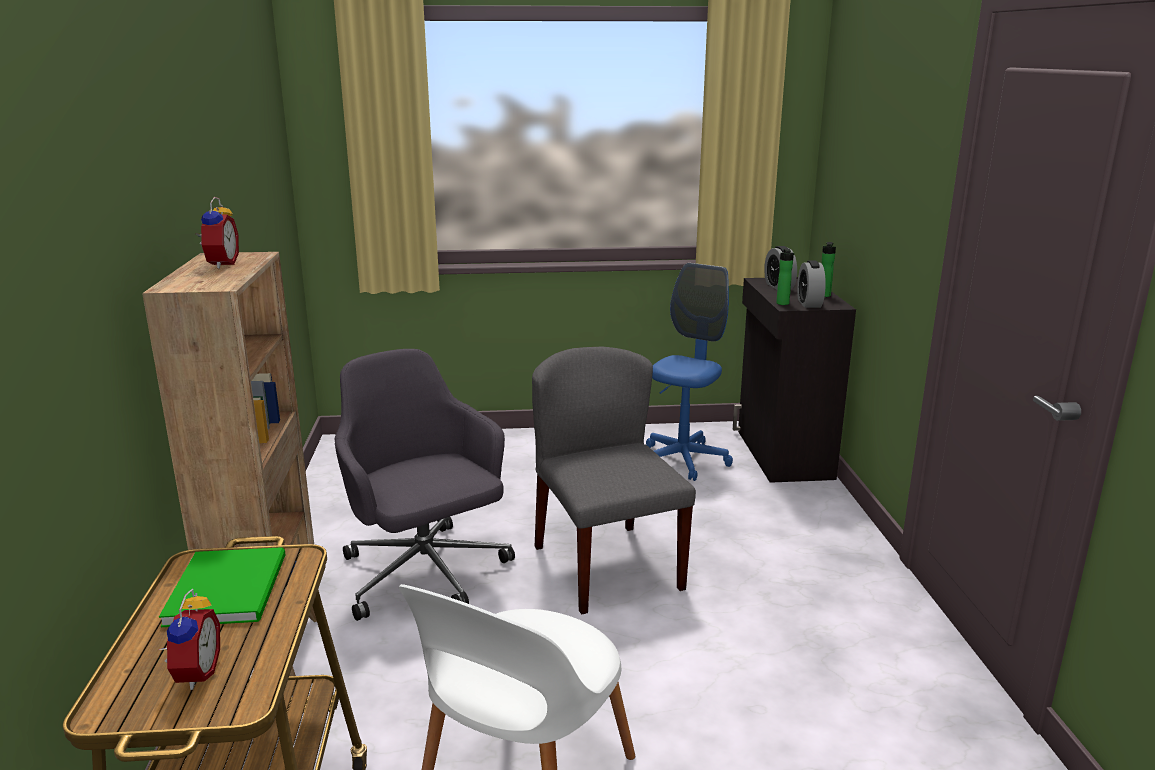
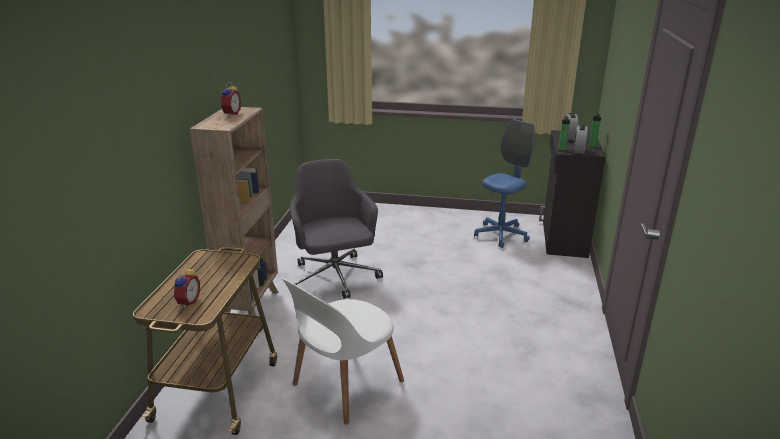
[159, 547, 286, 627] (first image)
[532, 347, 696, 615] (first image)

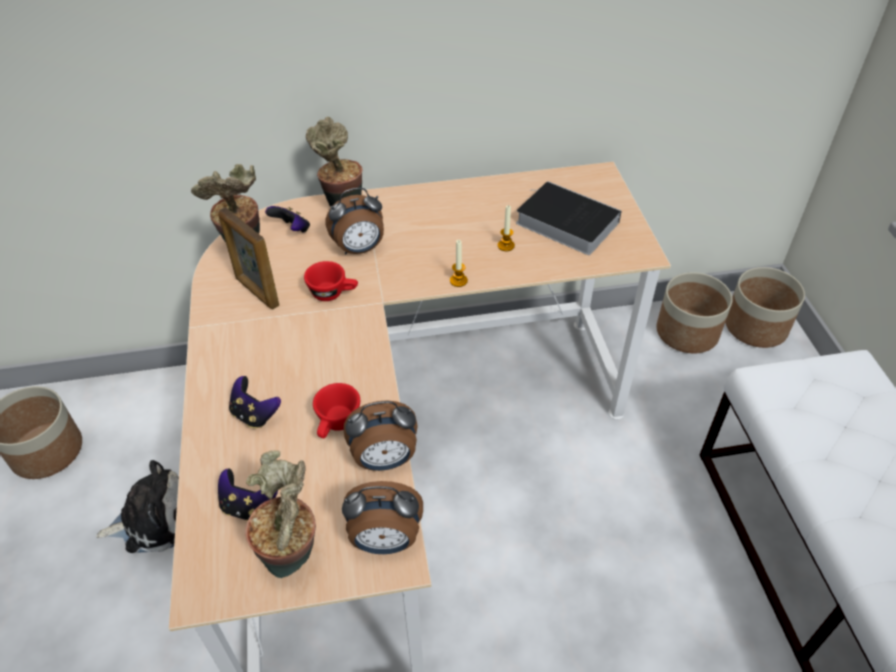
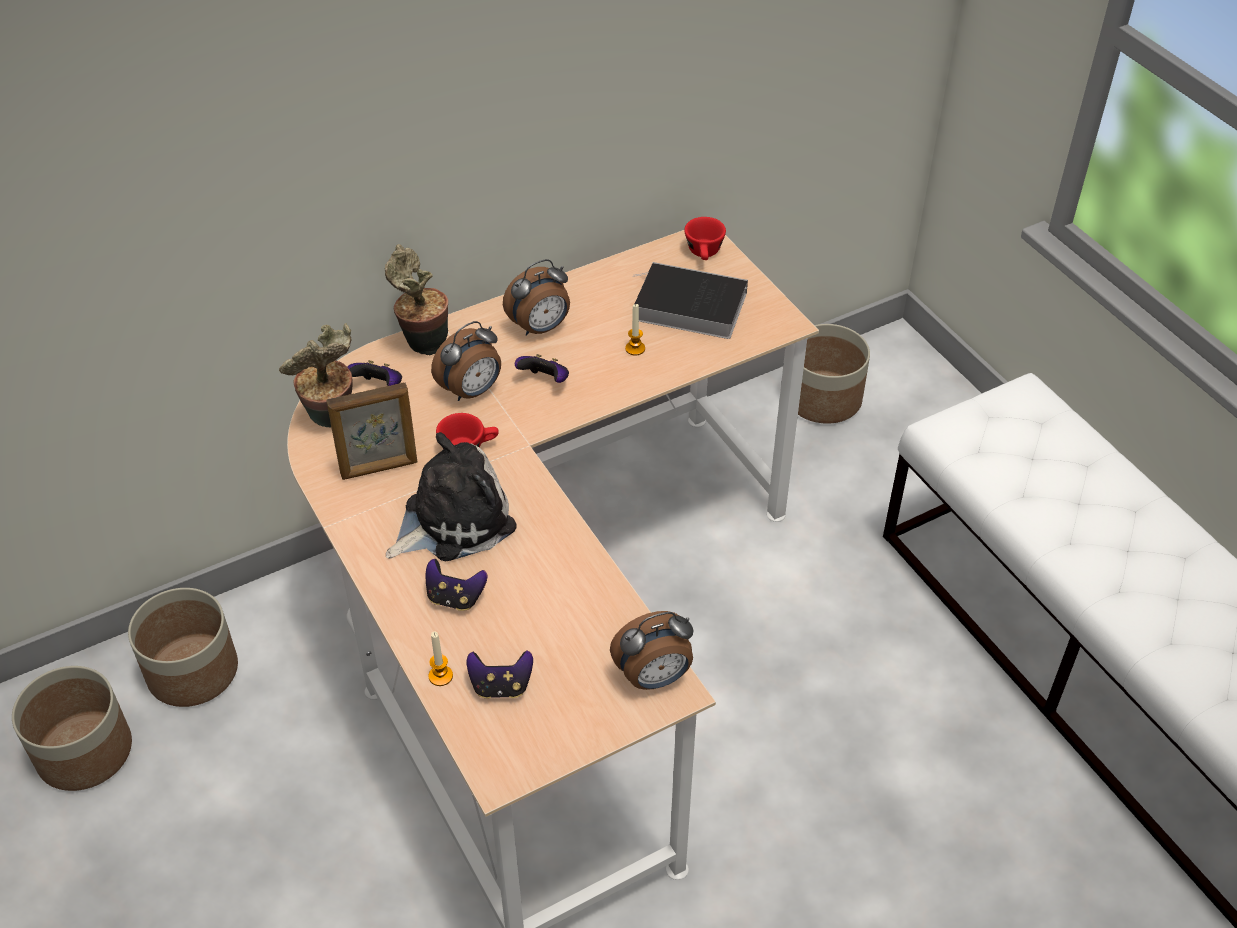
[128, 588, 238, 707]
[326, 383, 417, 480]
[386, 432, 516, 561]
[428, 632, 453, 686]
[503, 259, 570, 336]
[515, 354, 569, 383]
[684, 217, 726, 260]
[245, 450, 316, 578] (first image)

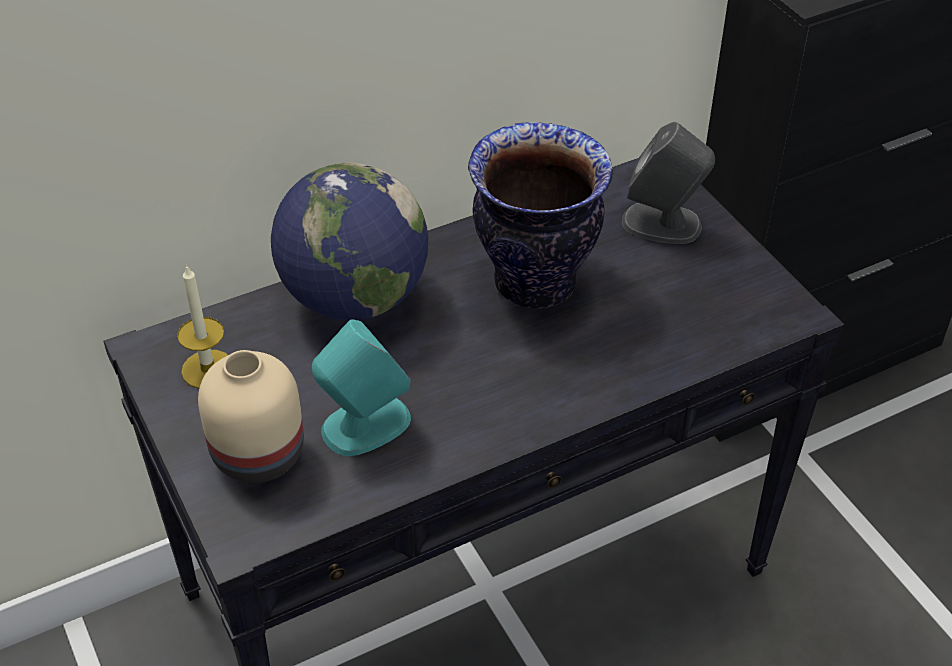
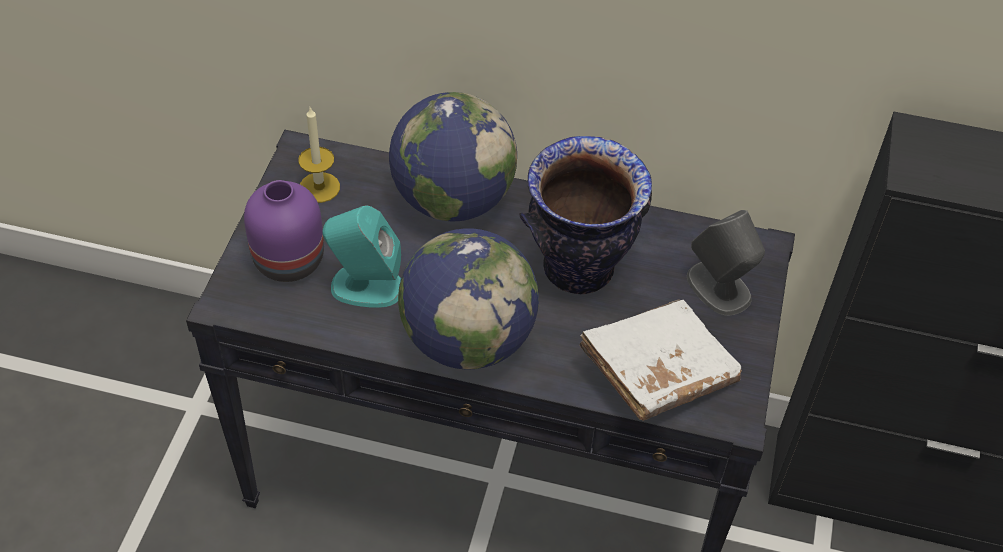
[244, 180, 324, 282]
[398, 229, 539, 370]
[579, 299, 742, 421]

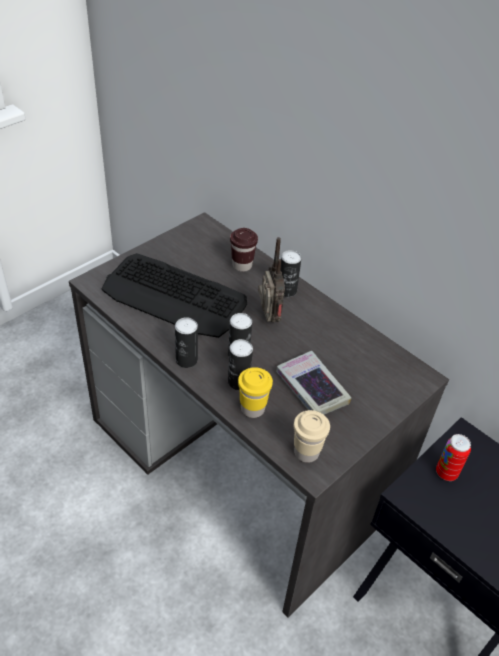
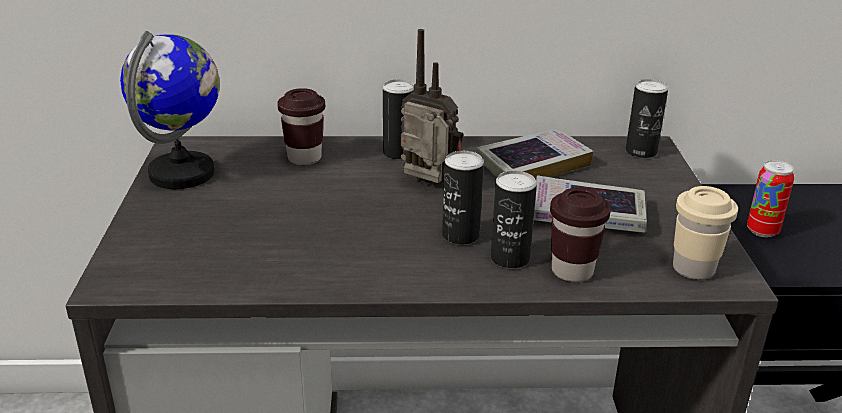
[120, 31, 220, 189]
[476, 129, 594, 180]
[550, 188, 611, 282]
[626, 79, 668, 158]
[102, 253, 247, 338] (first image)

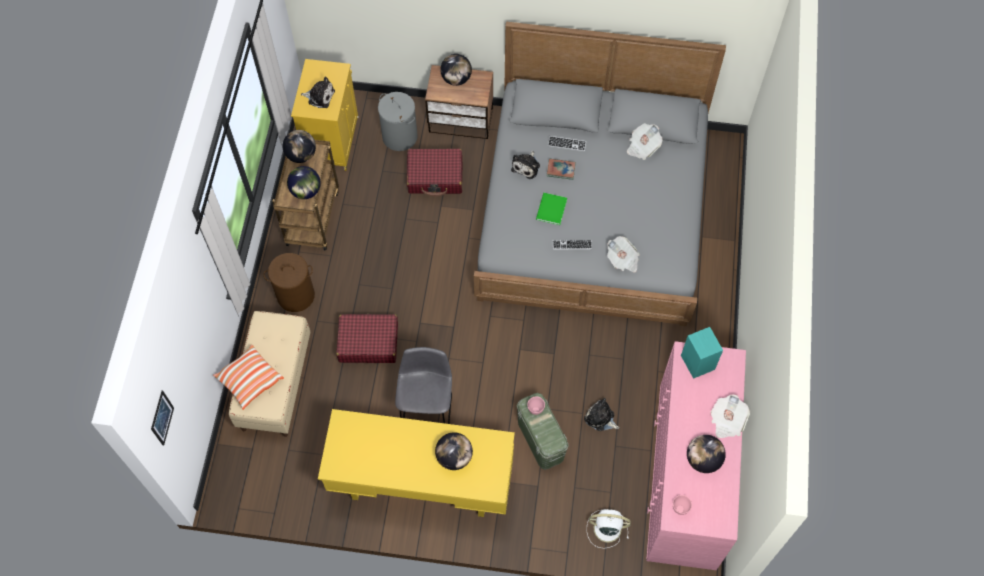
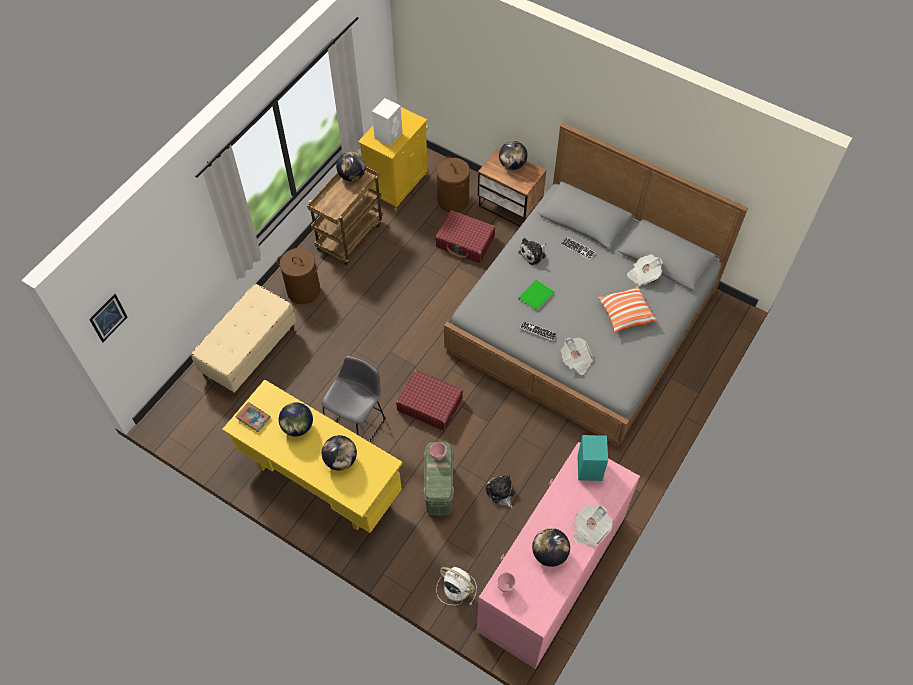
[235, 402, 271, 432]
[279, 402, 313, 436]
[372, 98, 402, 146]
[396, 370, 463, 430]
[437, 157, 470, 212]
[598, 286, 657, 333]

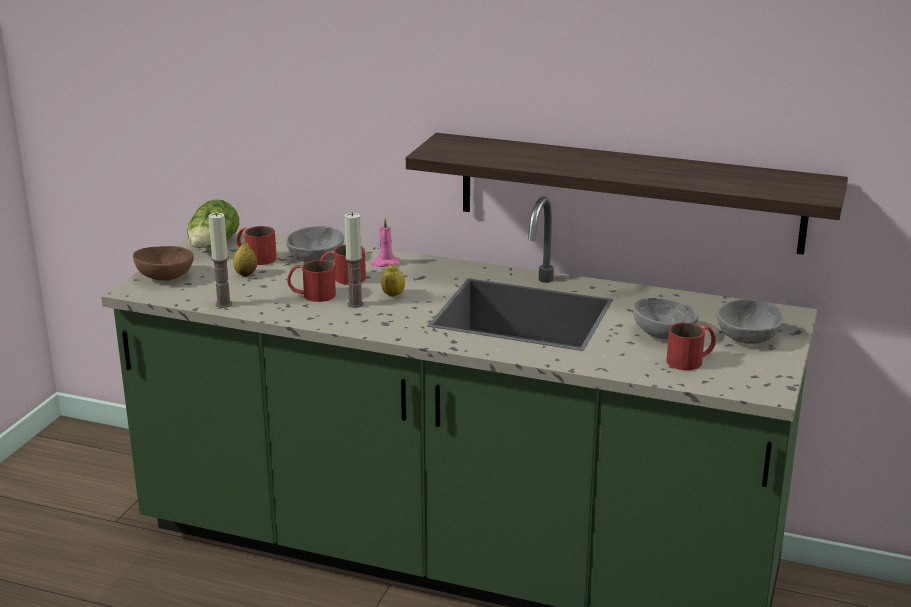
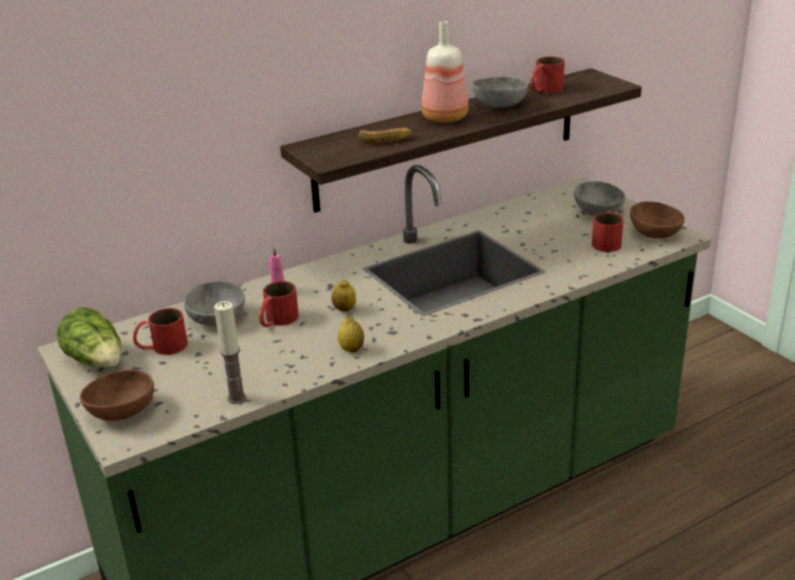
[338, 316, 364, 352]
[359, 128, 413, 143]
[421, 21, 469, 123]
[472, 76, 529, 108]
[530, 56, 565, 93]
[630, 201, 685, 238]
[345, 212, 364, 308] (first image)

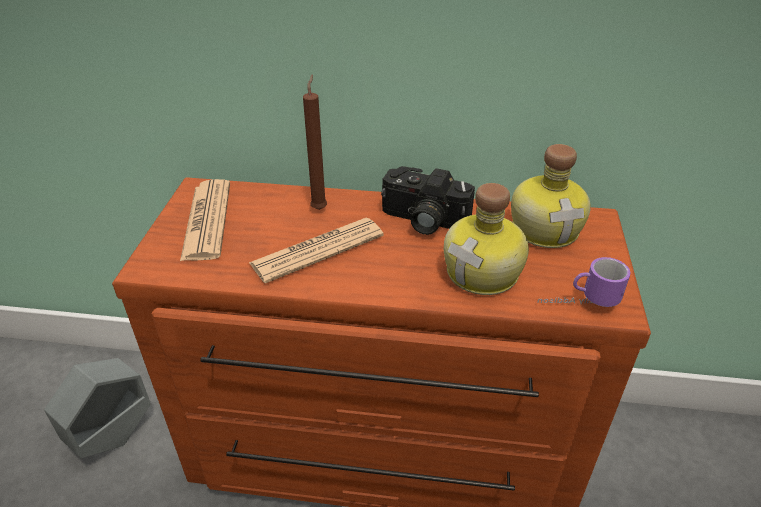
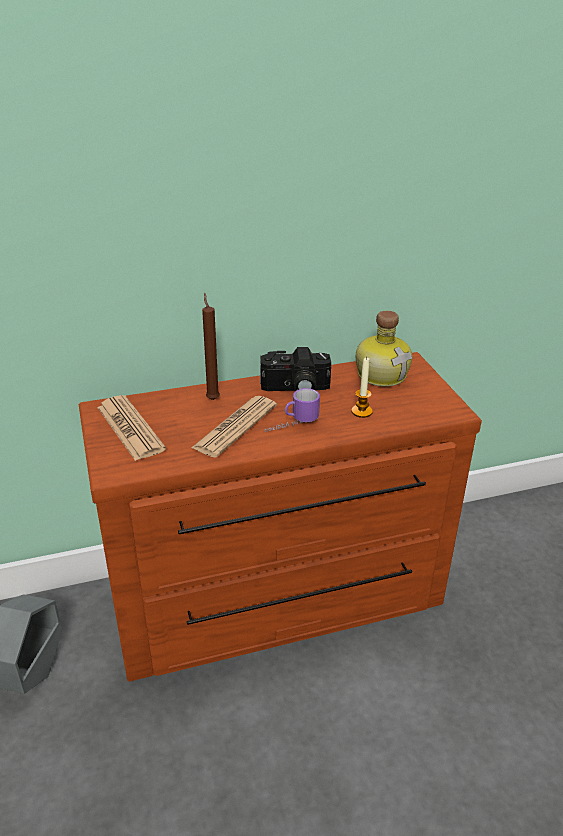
[265, 388, 320, 432]
[351, 357, 373, 418]

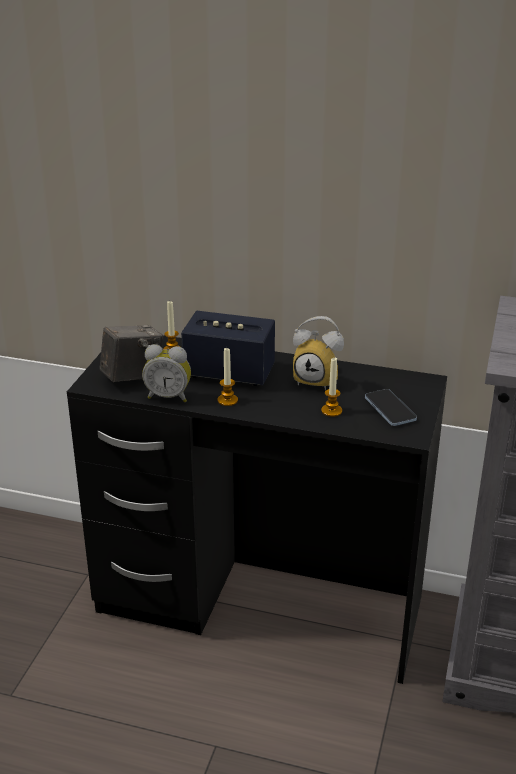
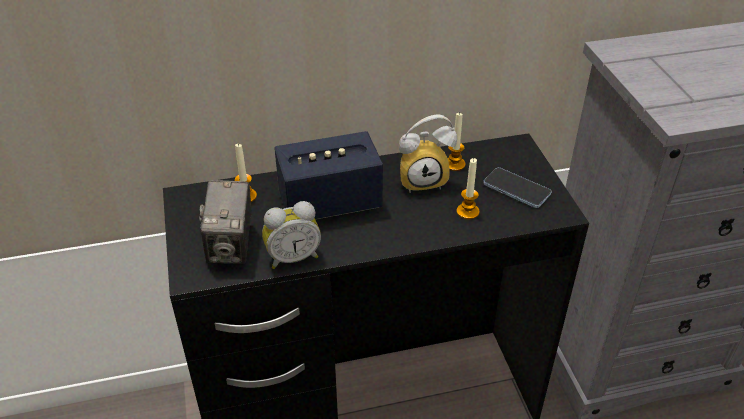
[199, 180, 252, 264]
[448, 112, 466, 171]

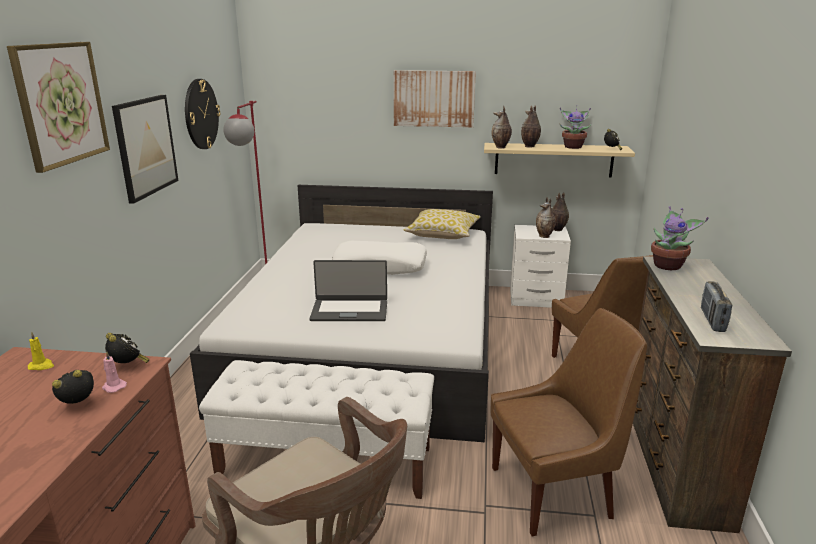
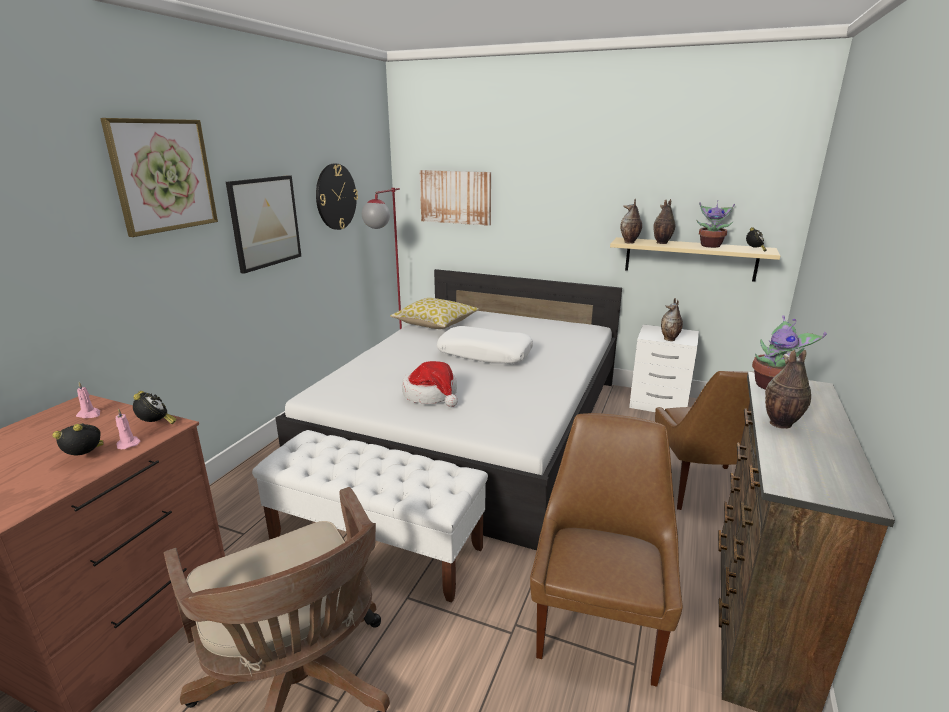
[76, 382, 100, 418]
[390, 298, 479, 329]
[402, 361, 458, 407]
[419, 170, 491, 226]
[530, 413, 683, 687]
[765, 349, 811, 429]
[701, 281, 732, 332] (first image)

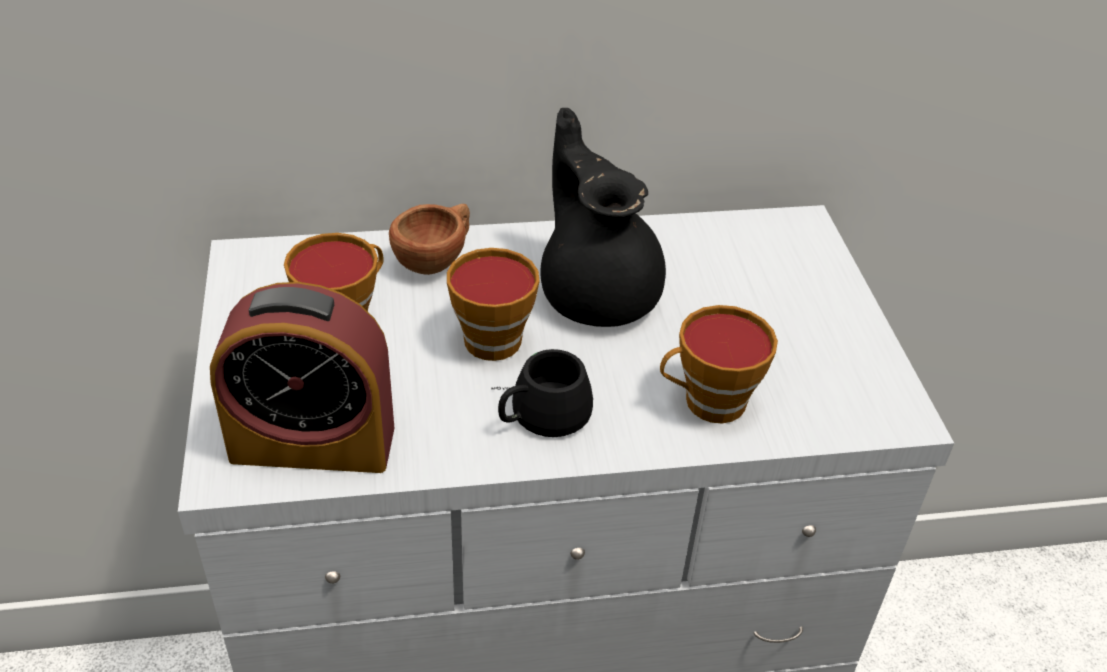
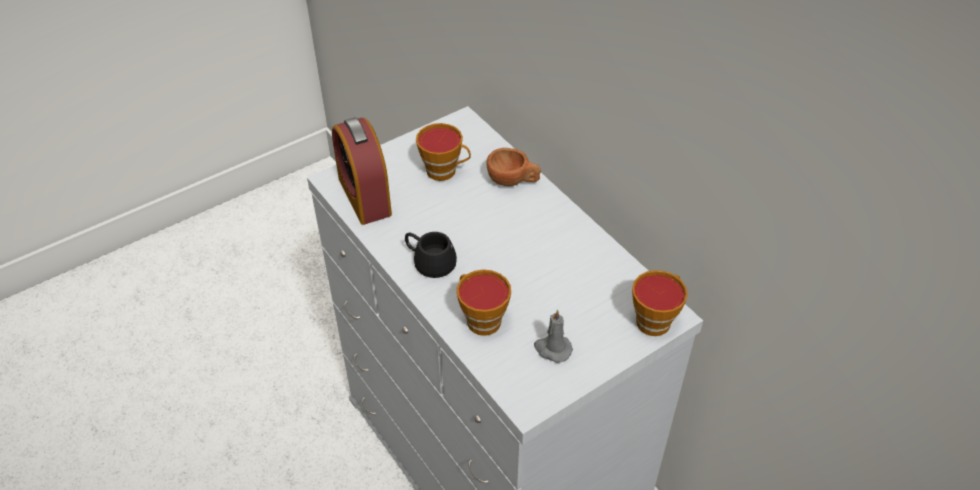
[534, 309, 573, 363]
[632, 270, 688, 336]
[540, 108, 666, 327] (first image)

